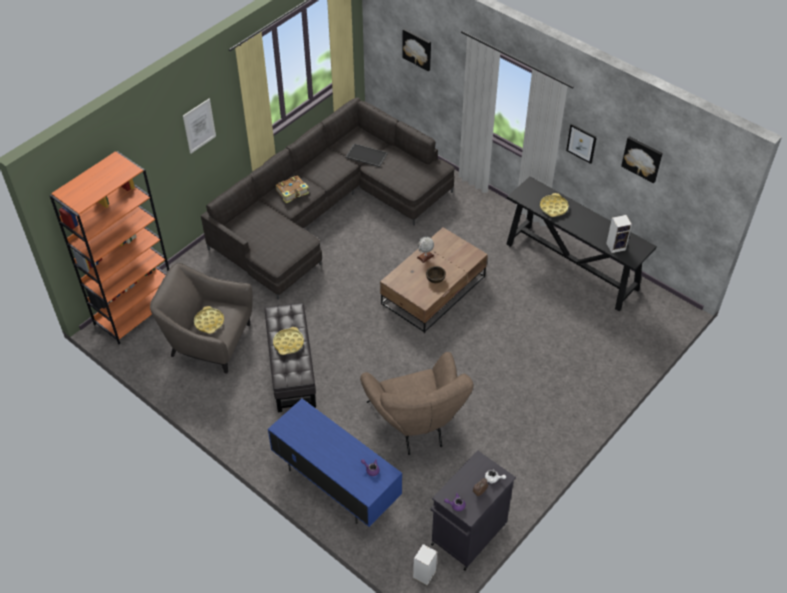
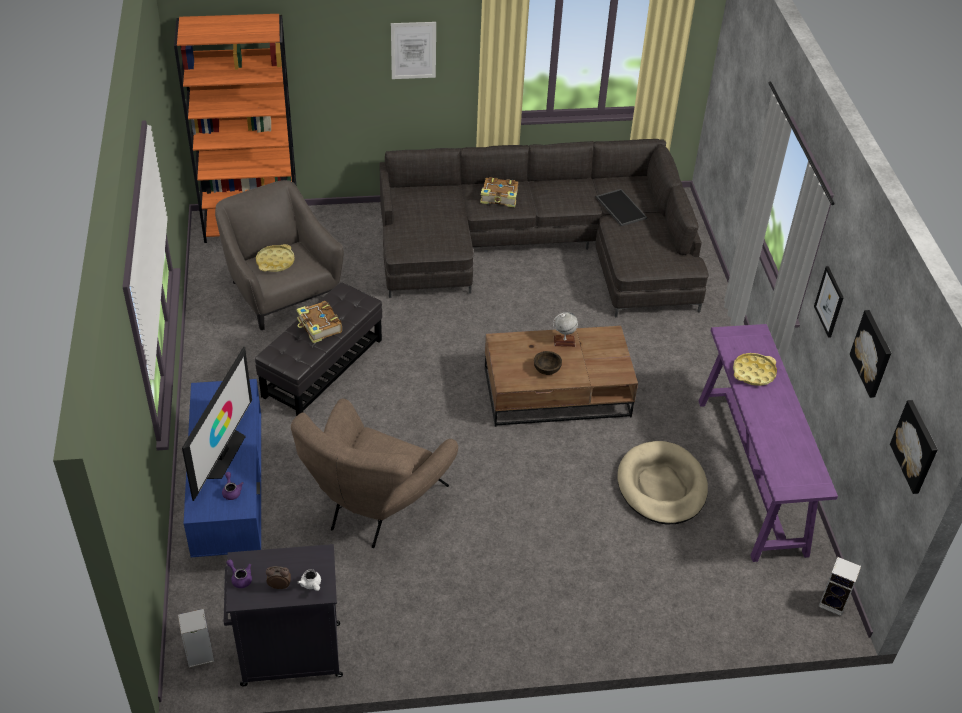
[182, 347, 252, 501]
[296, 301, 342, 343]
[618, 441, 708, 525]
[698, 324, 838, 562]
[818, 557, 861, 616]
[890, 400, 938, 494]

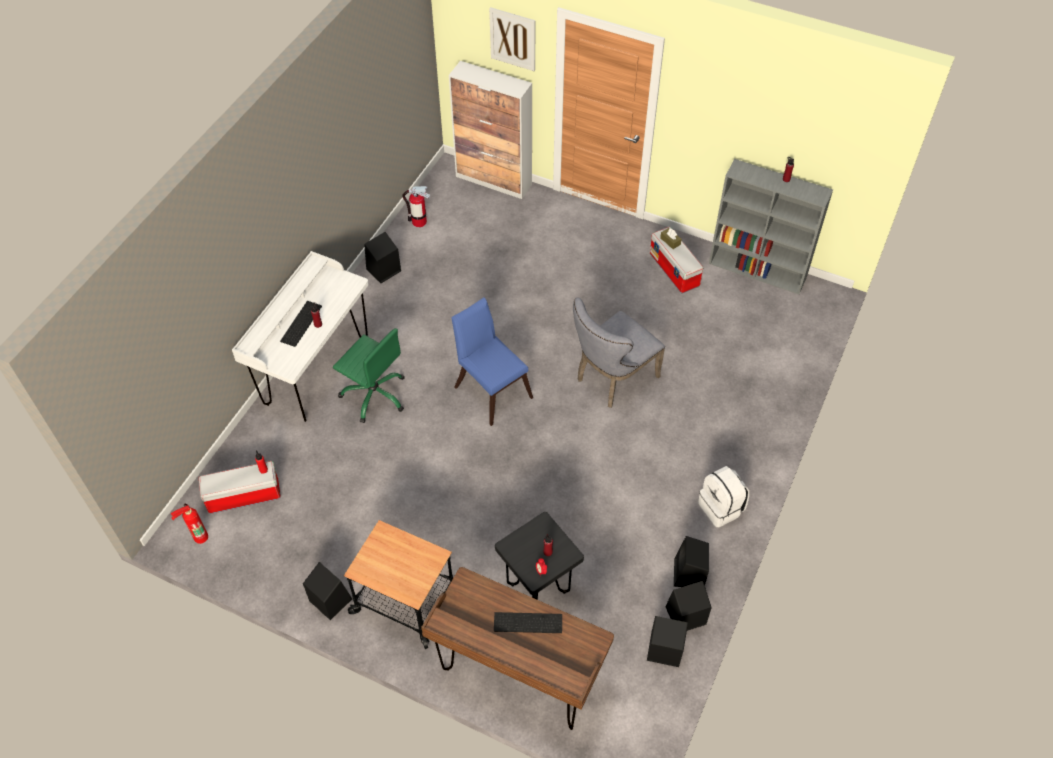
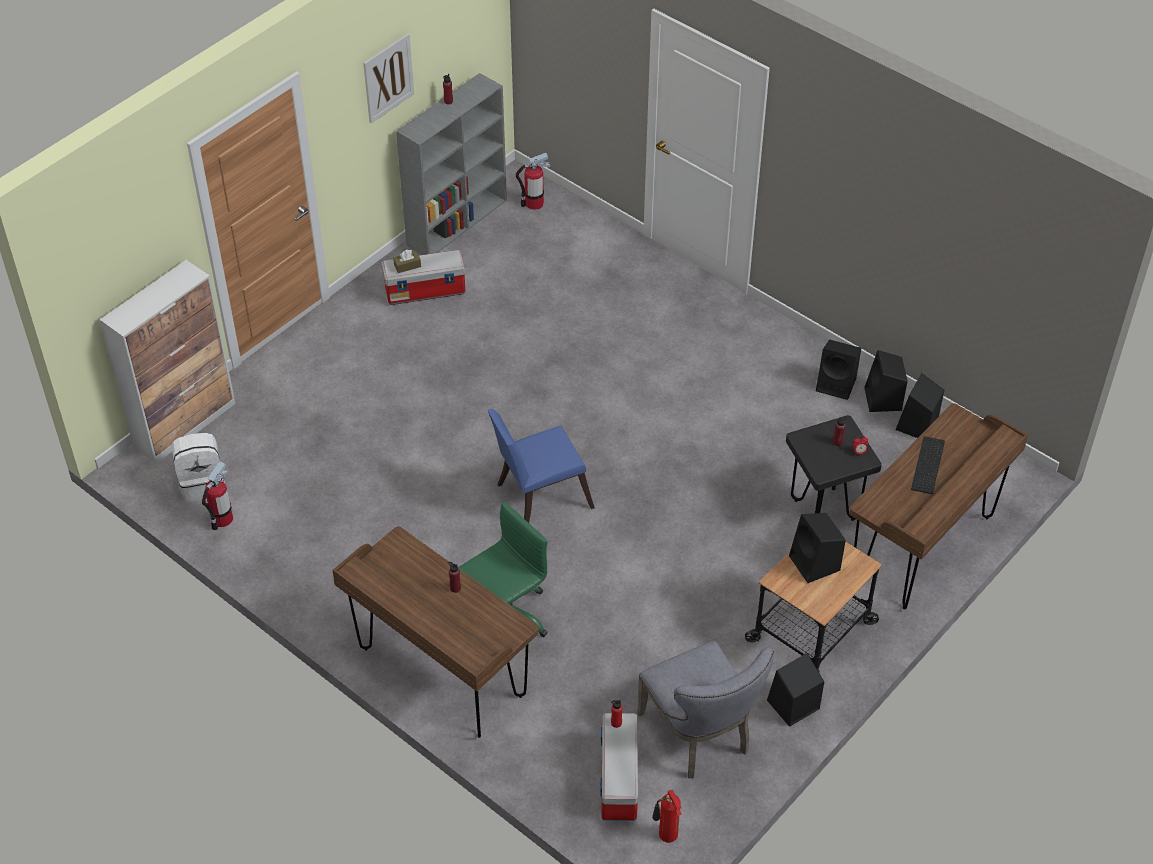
[172, 433, 225, 502]
[333, 526, 539, 738]
[363, 33, 414, 124]
[516, 153, 551, 210]
[637, 641, 774, 778]
[789, 513, 846, 583]
[280, 301, 322, 347] (first image)

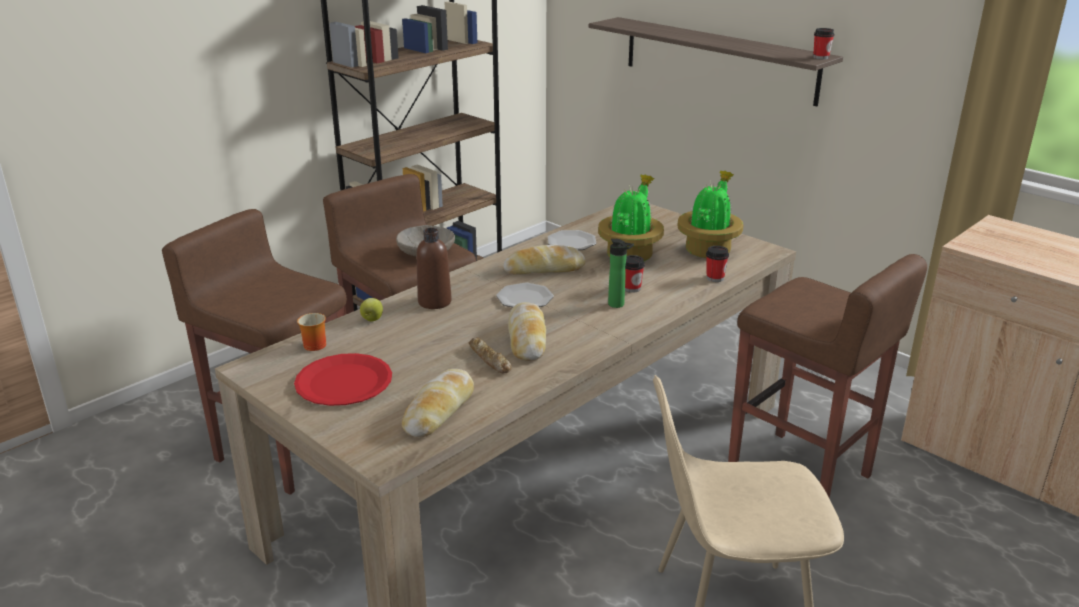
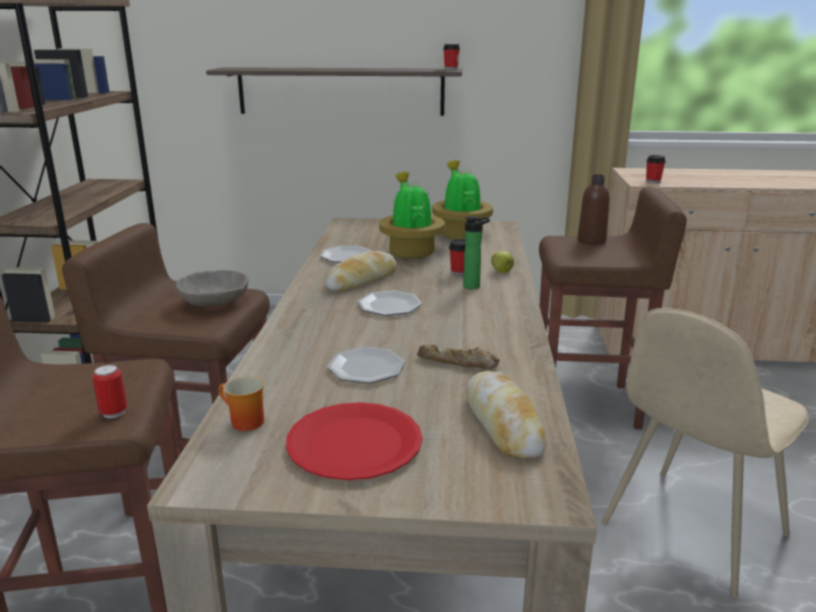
[92, 364, 127, 418]
[327, 347, 405, 384]
[491, 251, 514, 273]
[577, 174, 610, 245]
[646, 155, 666, 183]
[508, 302, 546, 361] (first image)

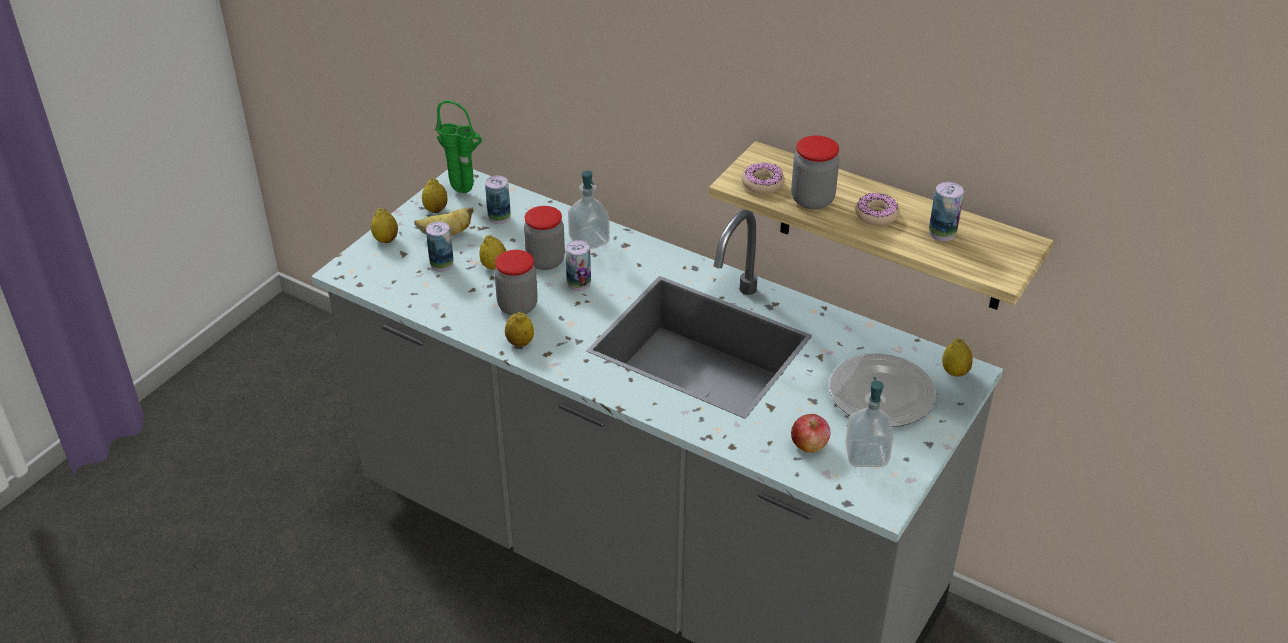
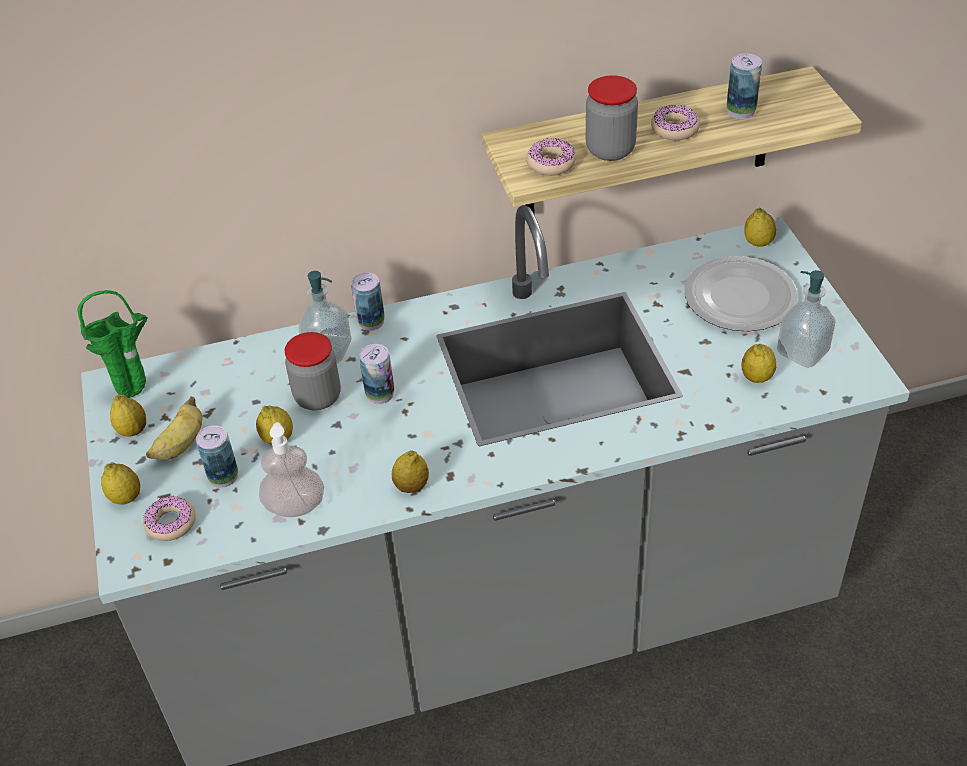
[143, 496, 196, 541]
[259, 422, 324, 517]
[351, 272, 385, 331]
[742, 344, 776, 383]
[494, 250, 538, 315] (first image)

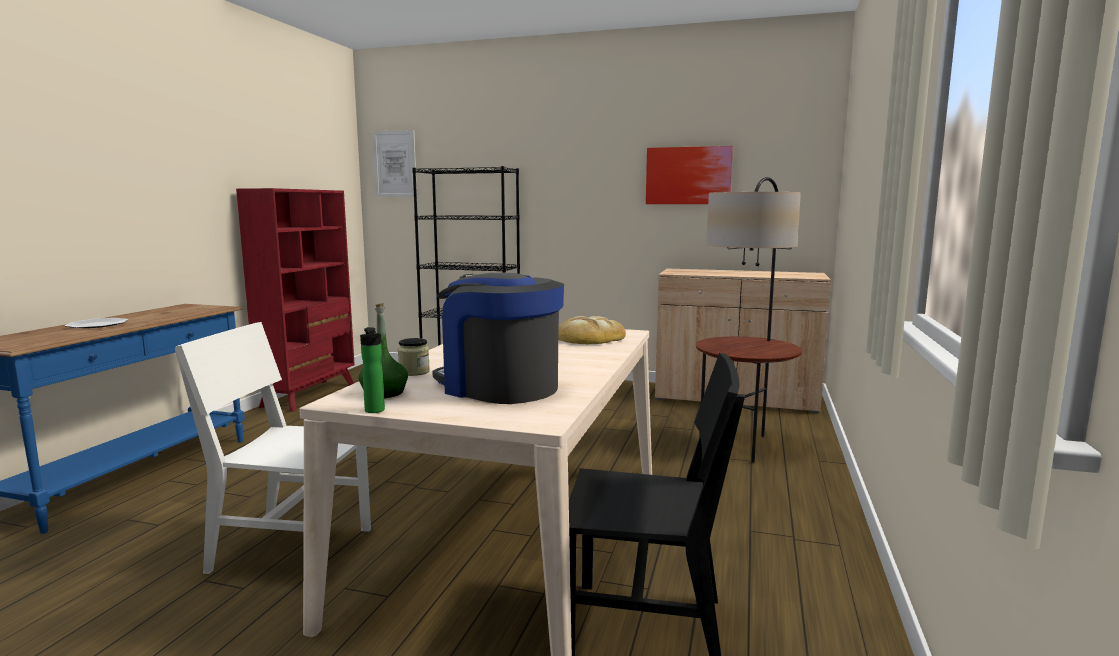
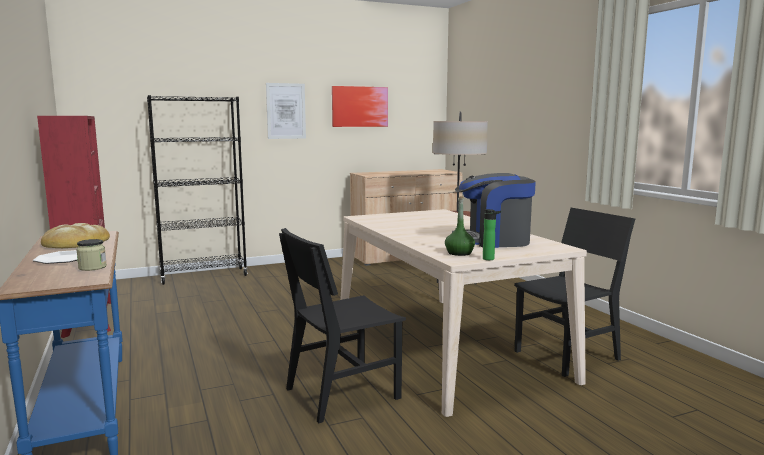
[41, 223, 110, 248]
[76, 239, 107, 271]
[266, 83, 306, 139]
[279, 228, 406, 423]

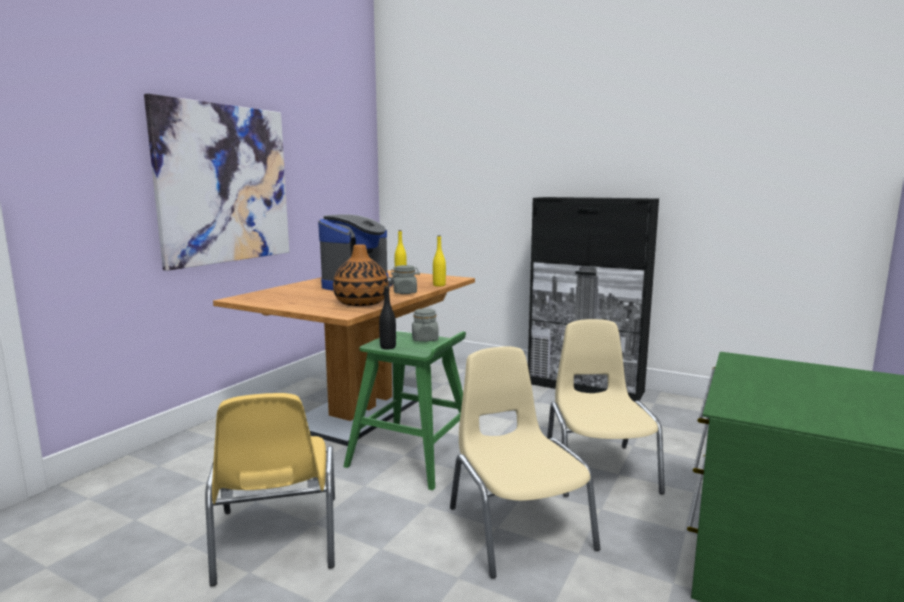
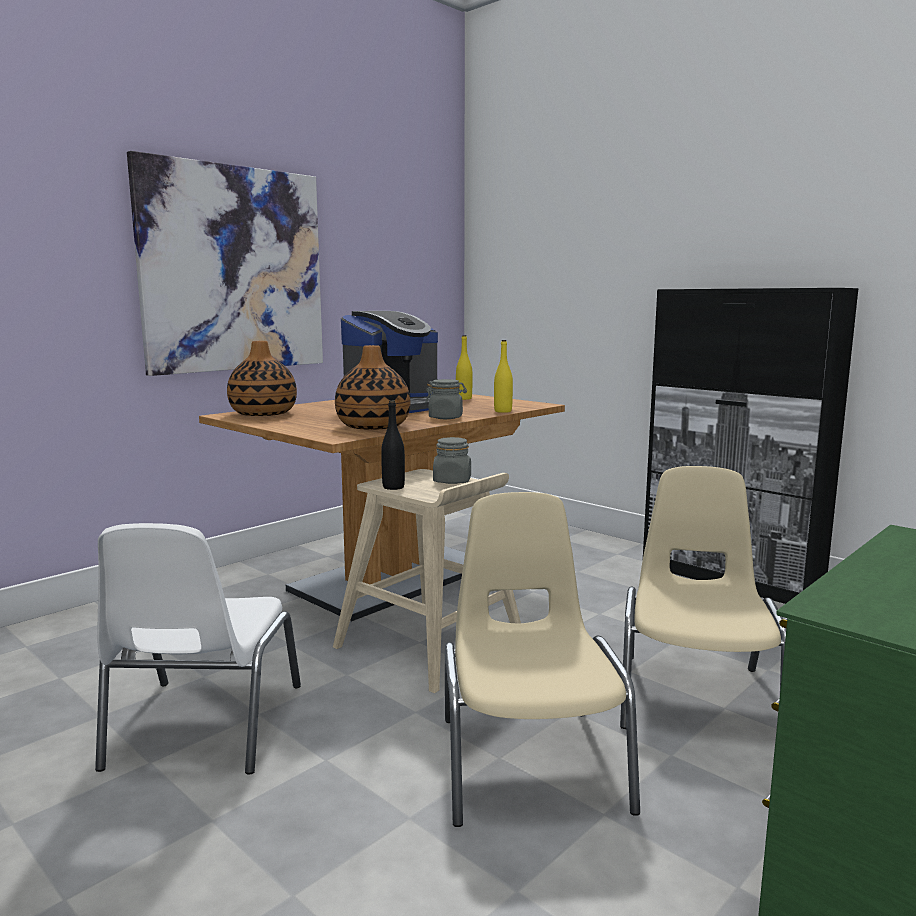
[95, 523, 301, 774]
[227, 341, 297, 416]
[333, 469, 521, 693]

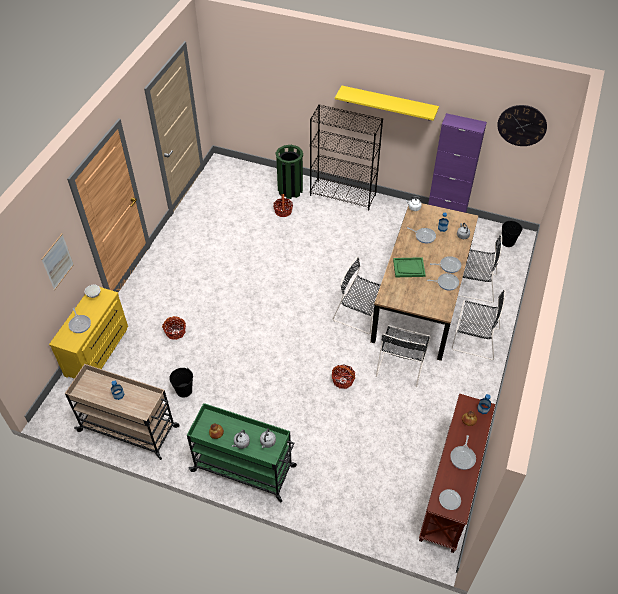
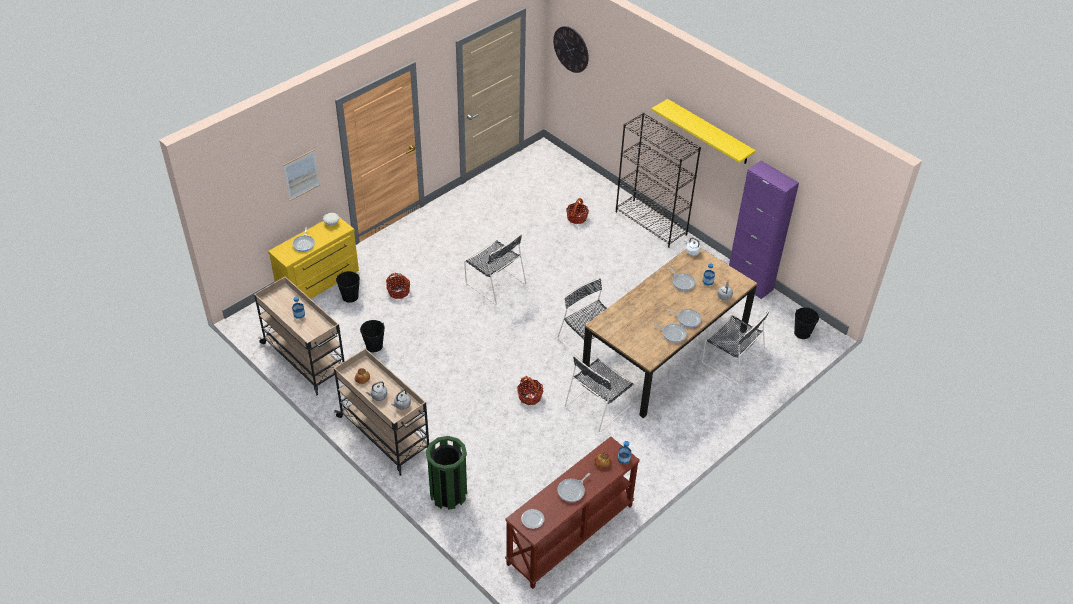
[334, 348, 429, 476]
[336, 271, 360, 303]
[426, 436, 467, 510]
[464, 234, 526, 305]
[553, 26, 589, 73]
[393, 257, 426, 277] (first image)

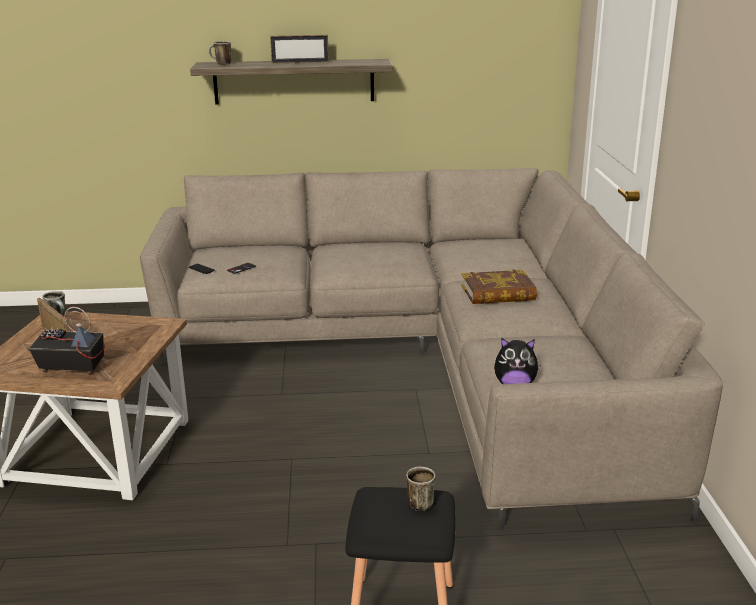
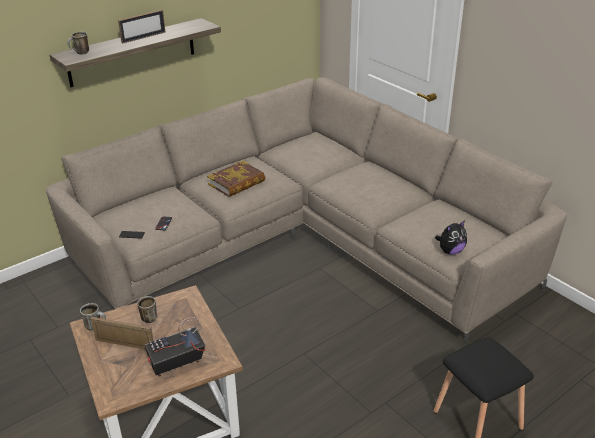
[137, 296, 157, 323]
[207, 161, 265, 197]

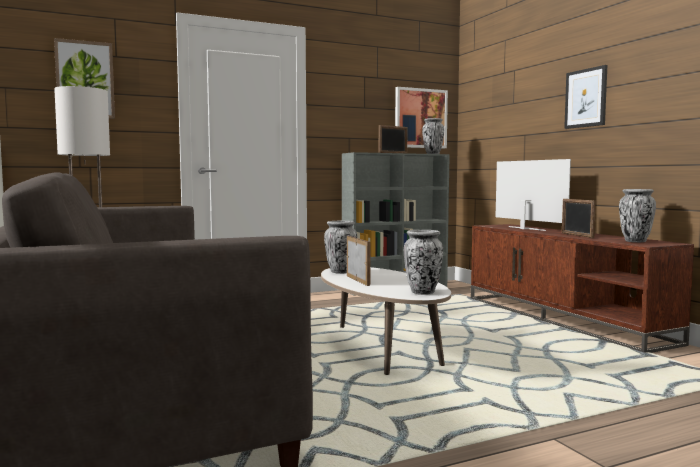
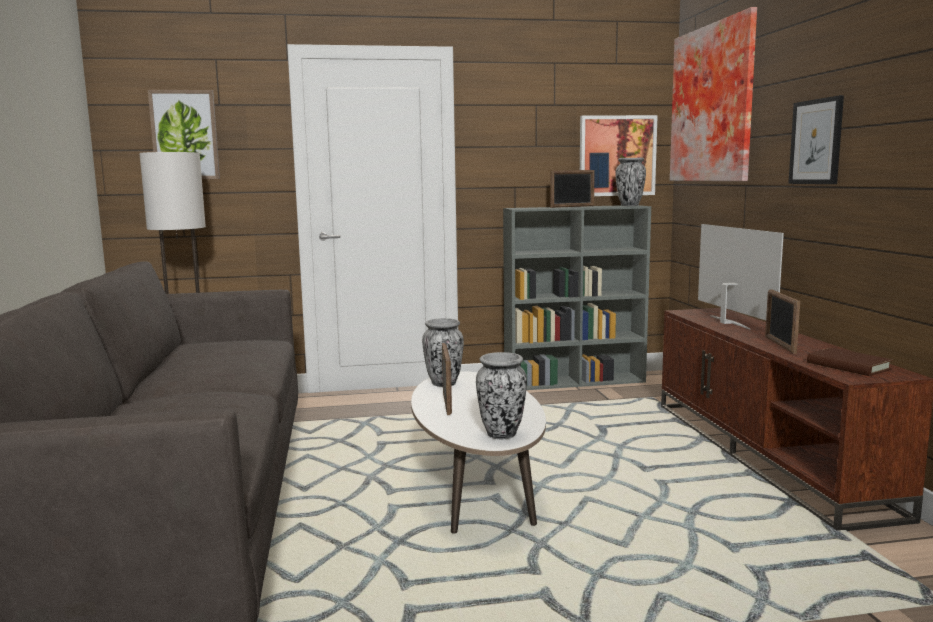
[670, 7, 757, 181]
[807, 348, 893, 376]

